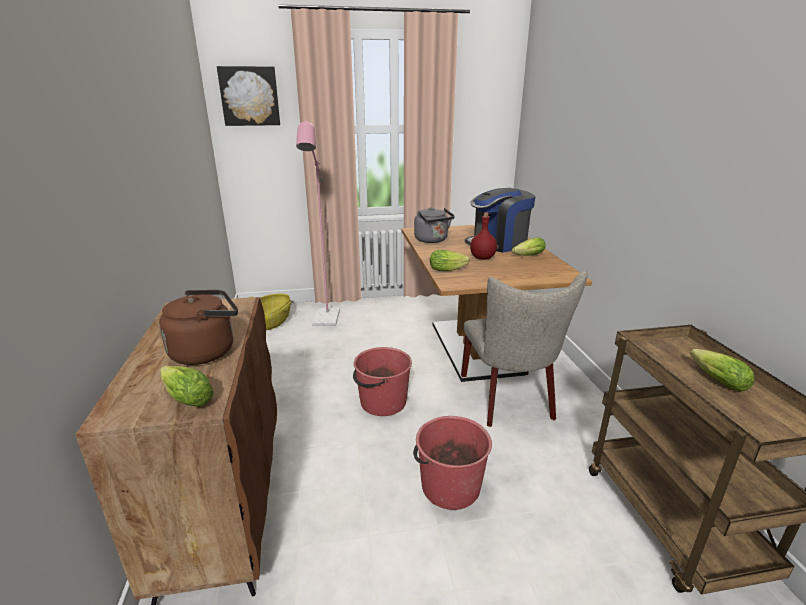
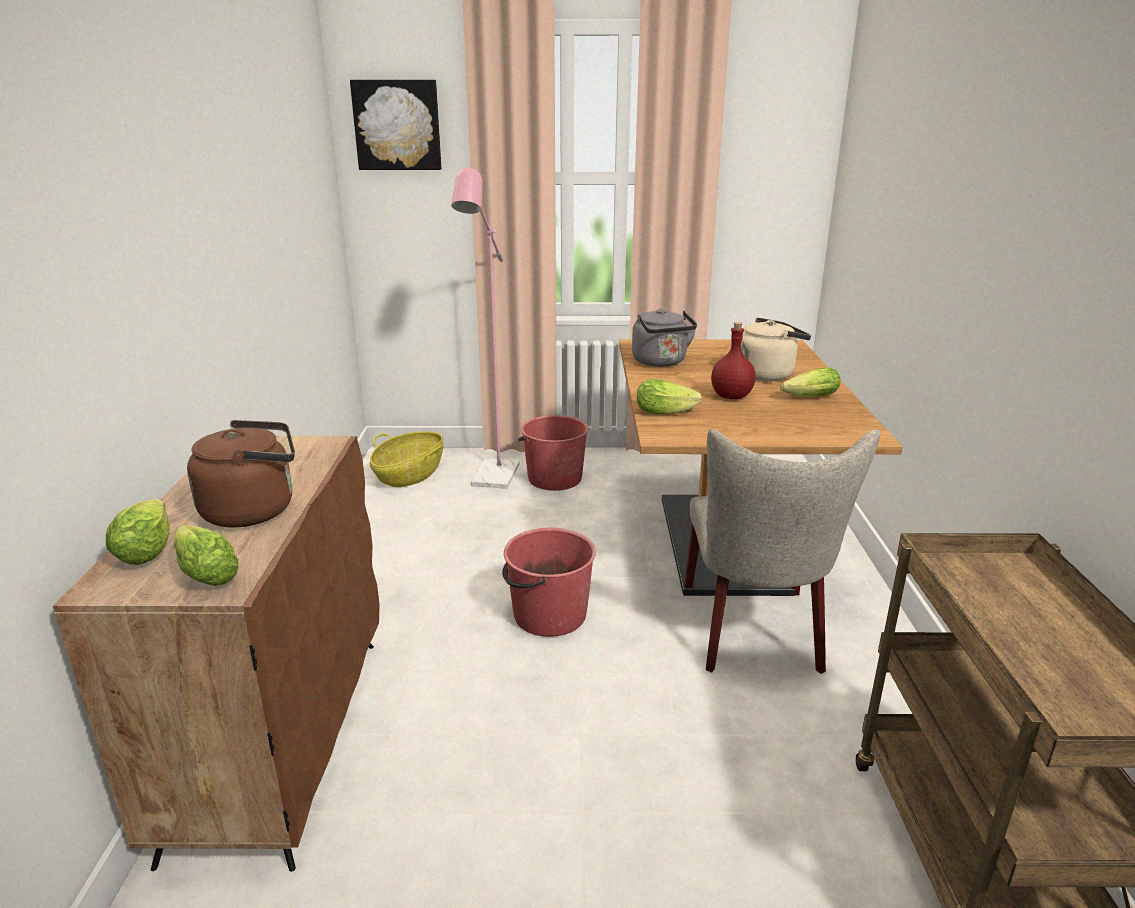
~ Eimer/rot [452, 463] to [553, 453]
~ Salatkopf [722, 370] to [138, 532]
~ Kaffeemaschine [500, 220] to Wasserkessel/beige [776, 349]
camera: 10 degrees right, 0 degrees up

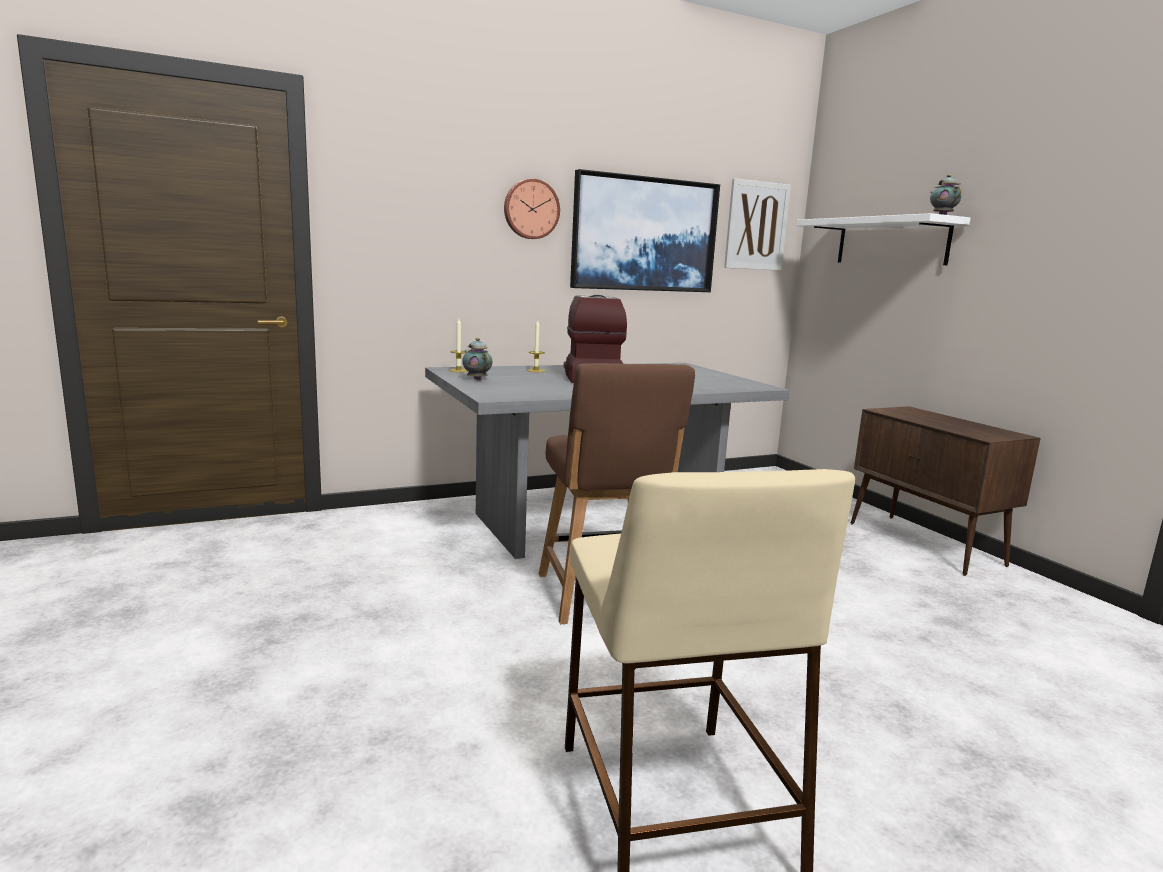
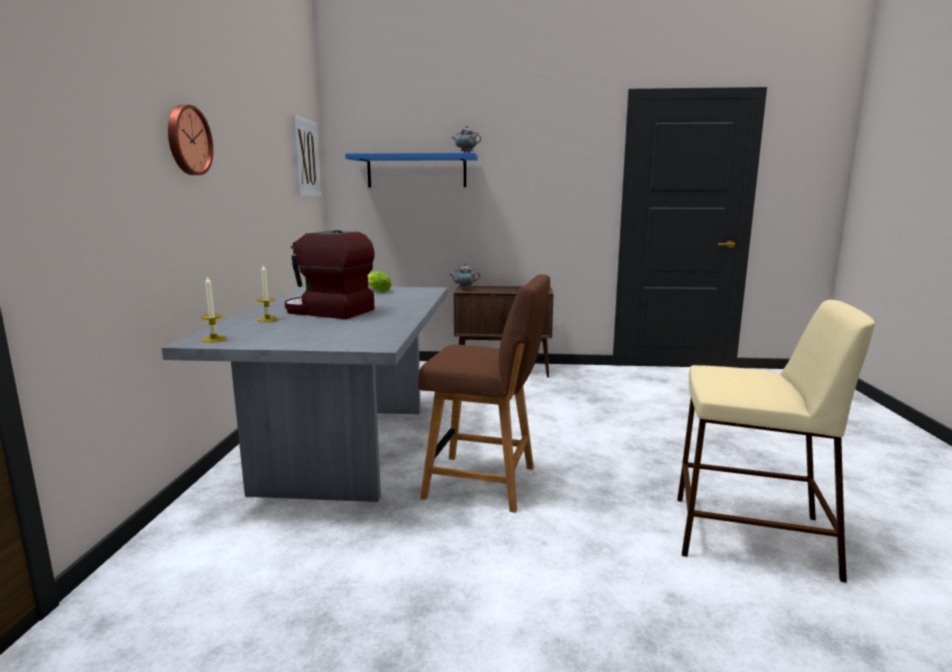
- Bild [645, 230]
+ Salatkopf [380, 282]
~ Teekanne [477, 359] to [464, 277]
~ Wandregal/weiß [884, 239] to Wandregal/blau [411, 170]
camera: 60 degrees left, 0 degrees up

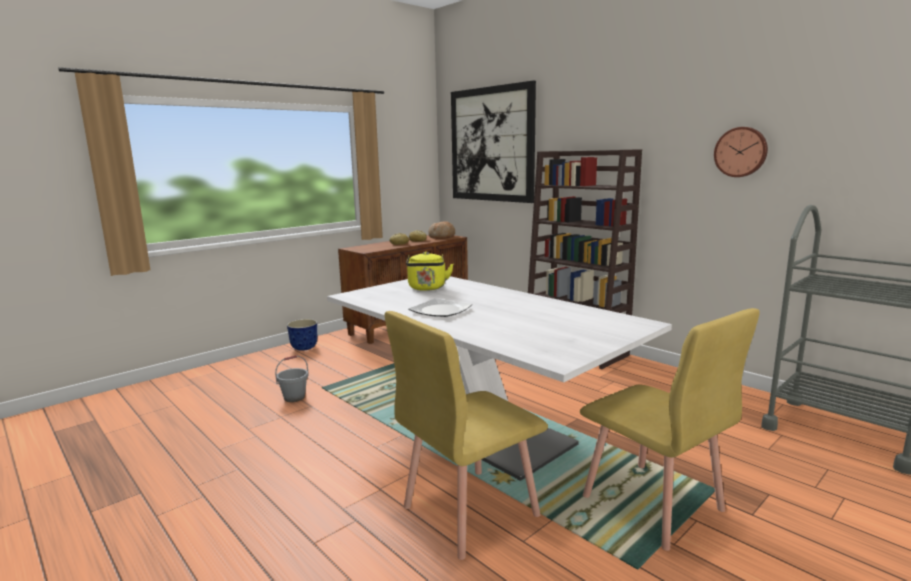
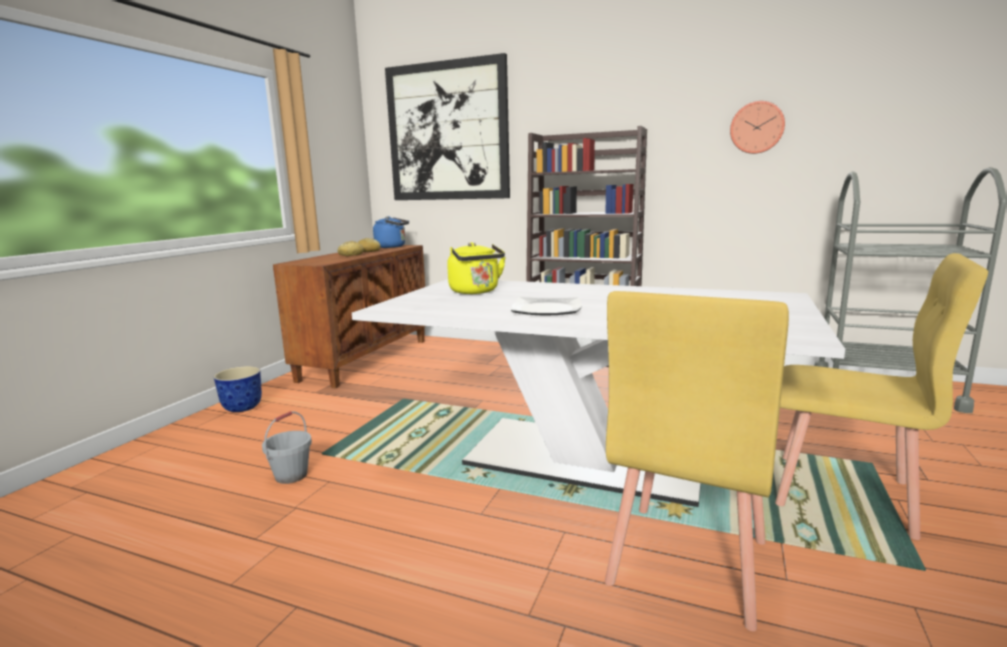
~ Brot [441, 230] to Wasserkessel/blau [391, 232]
camera: 25 degrees left, 0 degrees up

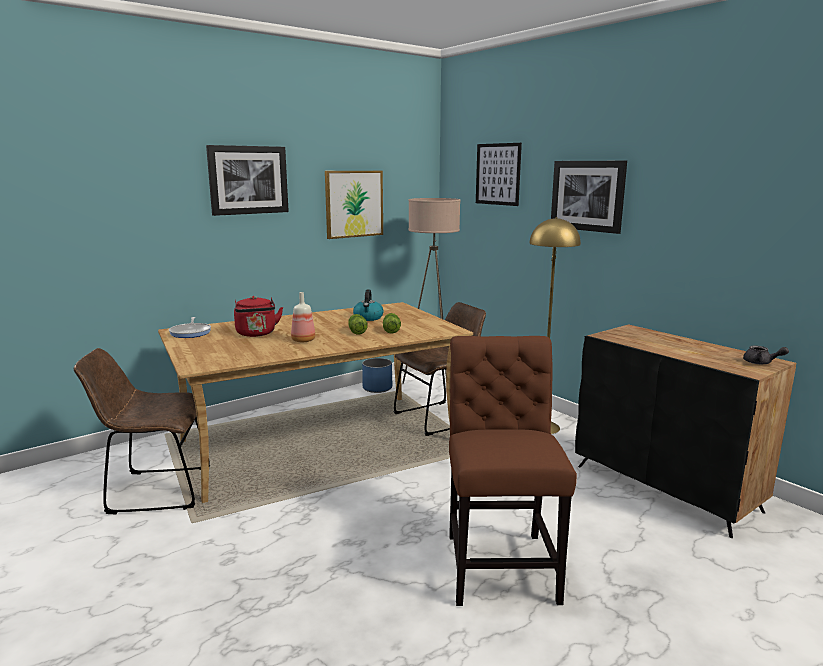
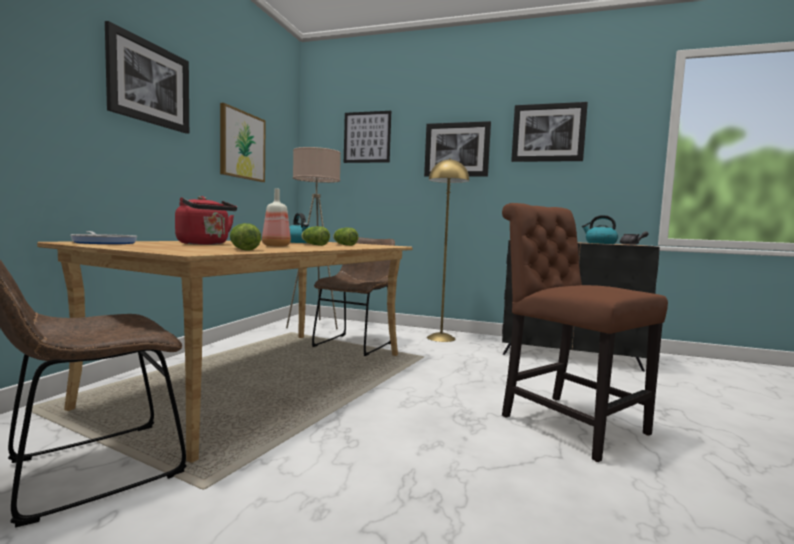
- Pflanzkübel/blau [377, 375]
+ Salatkopf [245, 236]
+ Bild [549, 132]
+ Wasserkessel [600, 229]
camera: 35 degrees left, 10 degrees down

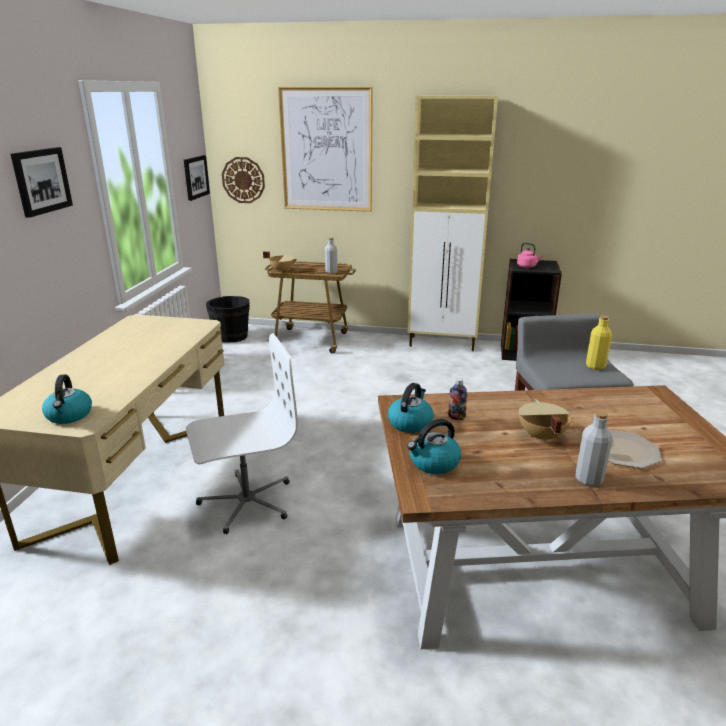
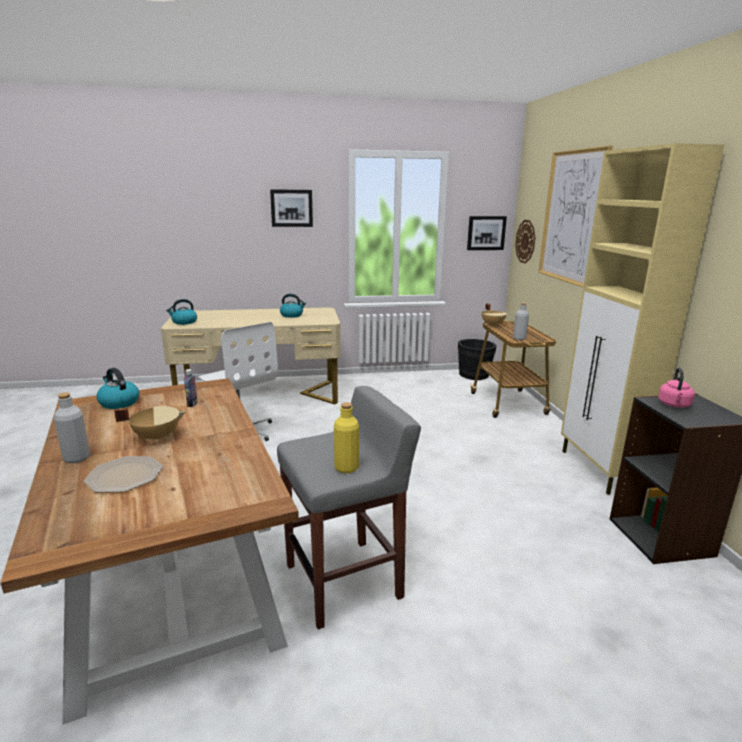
~ Wasserkessel [411, 408] to [293, 306]
camera: 70 degrees right, 5 degrees down

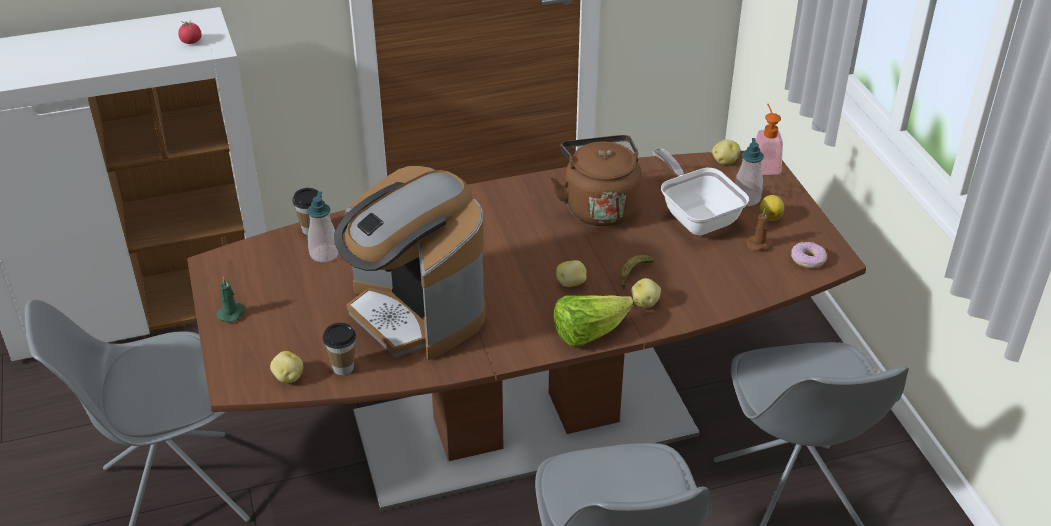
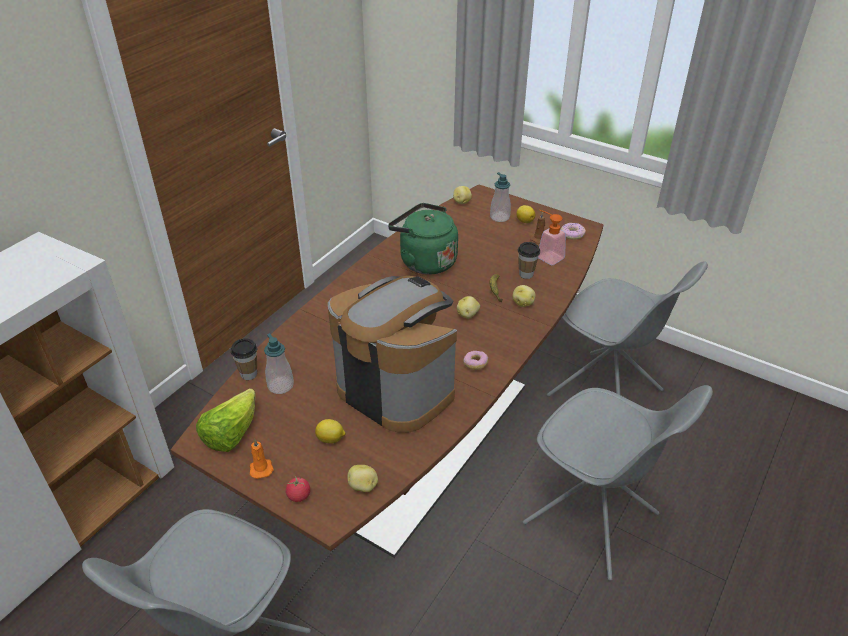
- Pfanne [701, 192]
+ Zitrone [330, 431]
+ Donut [475, 360]
~ Tomate [190, 32] to [298, 489]
~ Tasse [339, 349] to [529, 260]
~ Salatkopf [593, 321] to [225, 420]
~ Seifenspender [769, 139] to [552, 237]
~ Kerze/grün [230, 299] to Kerze/orange [262, 459]
~ Wasserkessel/braun [596, 180] to Wasserkessel/grün [423, 239]
~ Kaffeemaschine [409, 263] = [392, 354] 150 degrees counterclockwise
camera: 40 degrees left, 0 degrees up

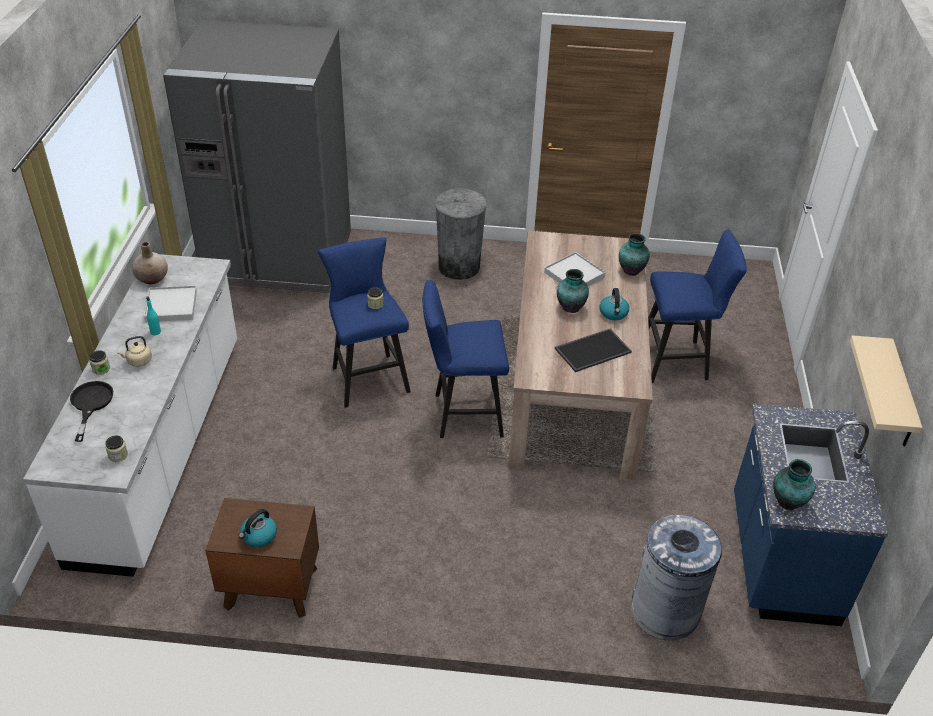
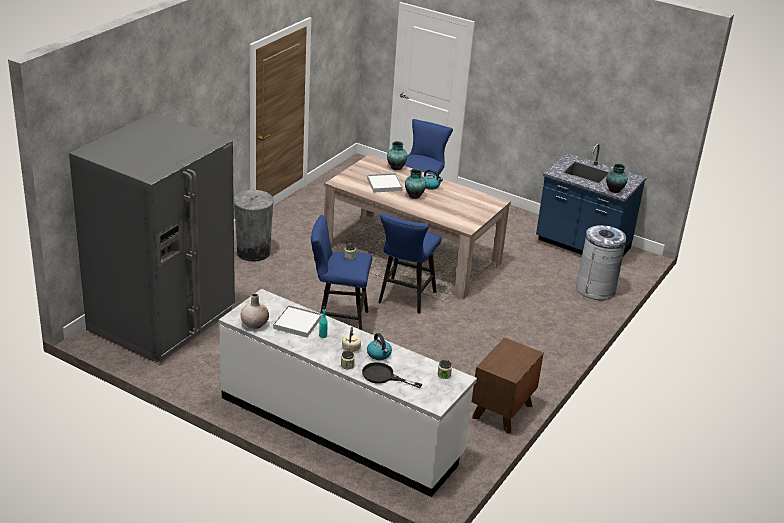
- Tablett [593, 350]
- Wandregal/beige [886, 391]
~ Wasserkessel [258, 528] to [379, 346]
camera: 65 degrees left, 10 degrees down

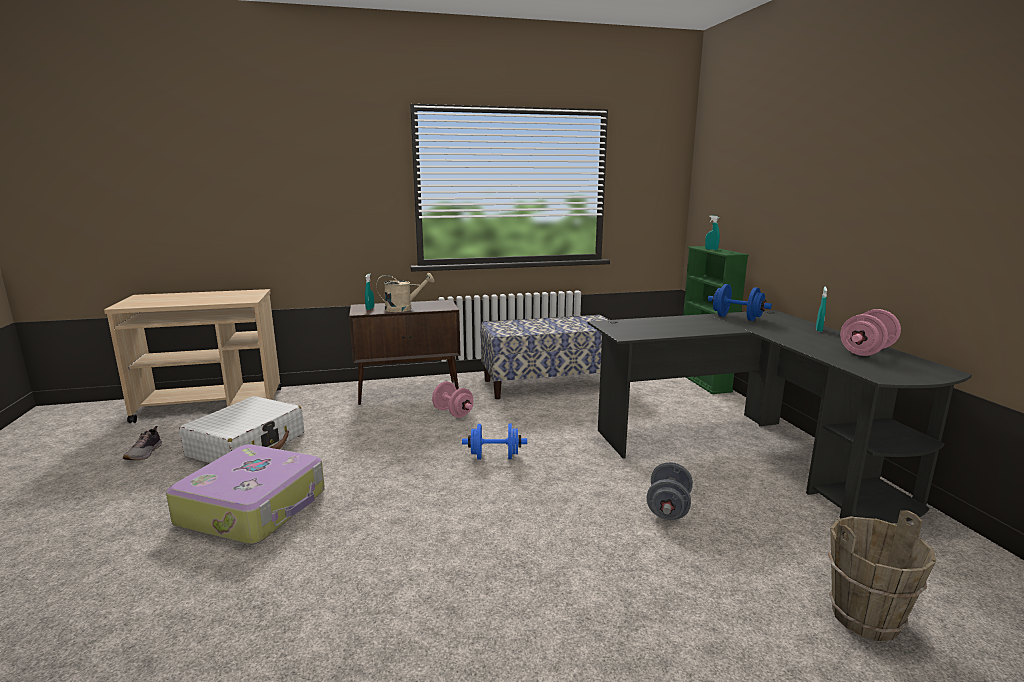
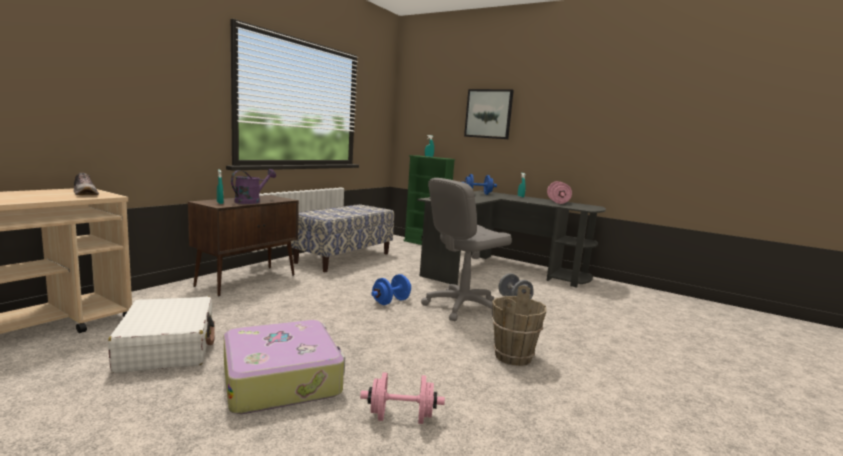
+ Bürostuhl/grau [466, 249]
+ Bild [489, 114]
~ Schuh [142, 443] to [86, 184]
~ Hantel/rosa [453, 400] to [402, 398]
~ Eimer/braun [882, 575] to [519, 325]
~ Gießkanne/beige [405, 292] to Gießkanne/lila [253, 186]
camera: 45 degrees left, 5 degrees down

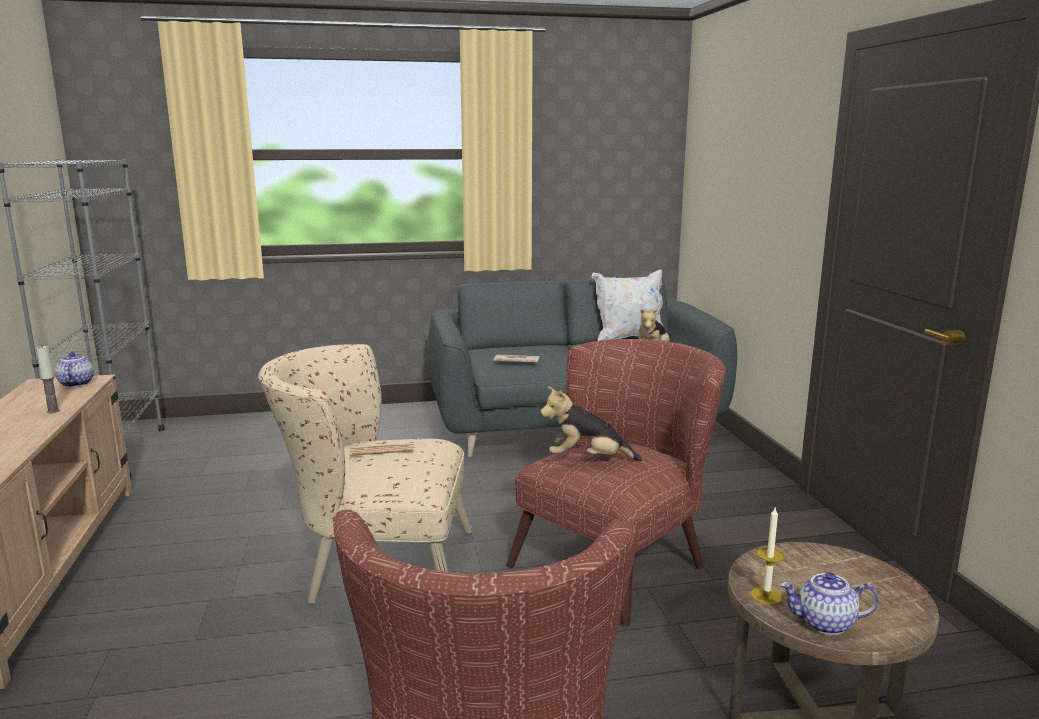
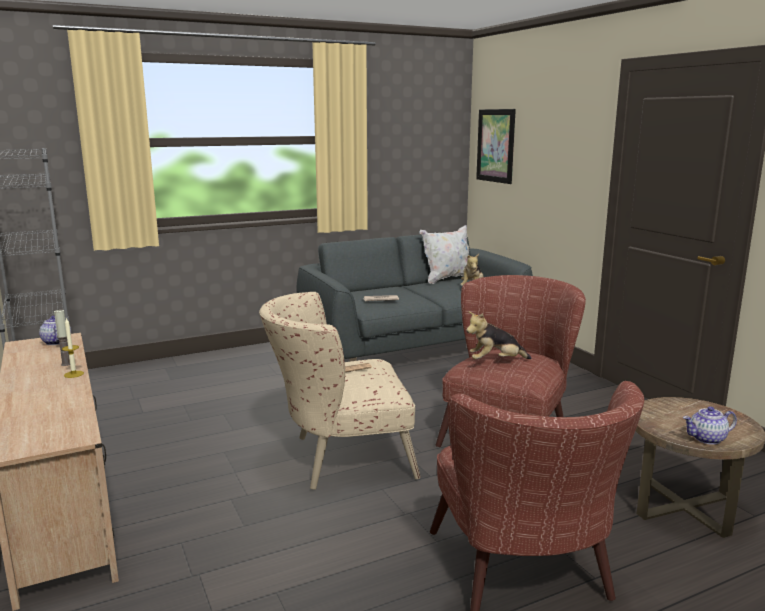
+ Bild [496, 146]
~ Kerze [767, 555] to [73, 347]
camera: 15 degrees left, 0 degrees up

